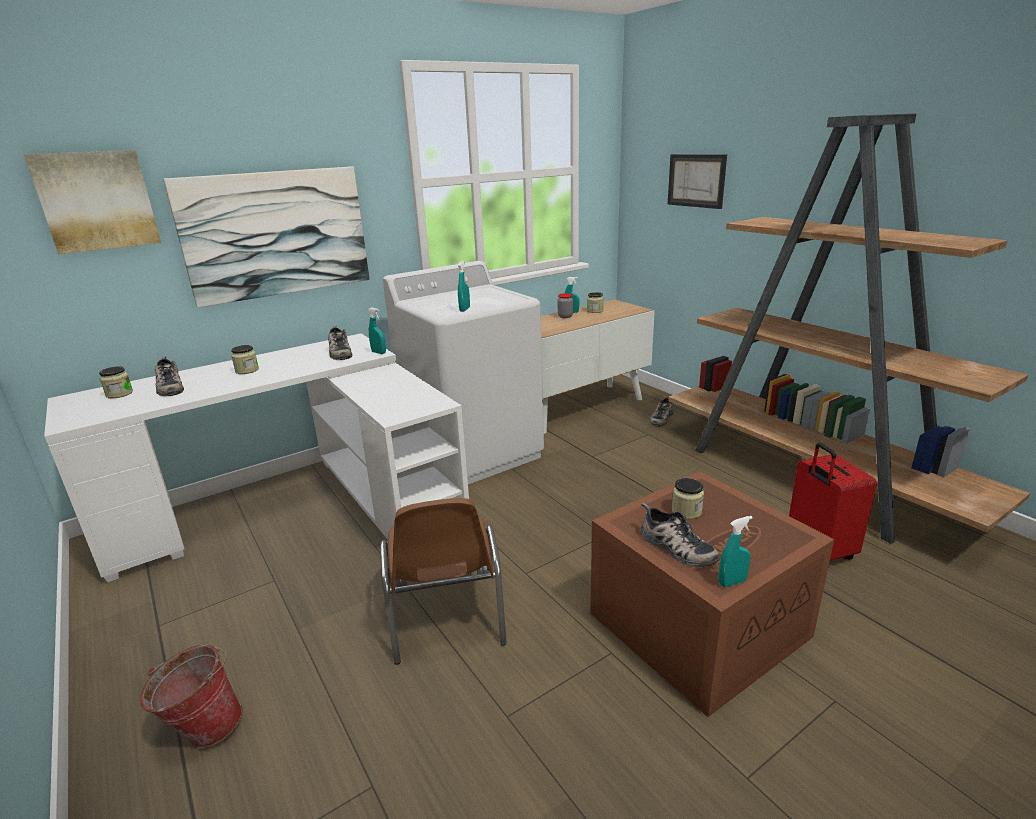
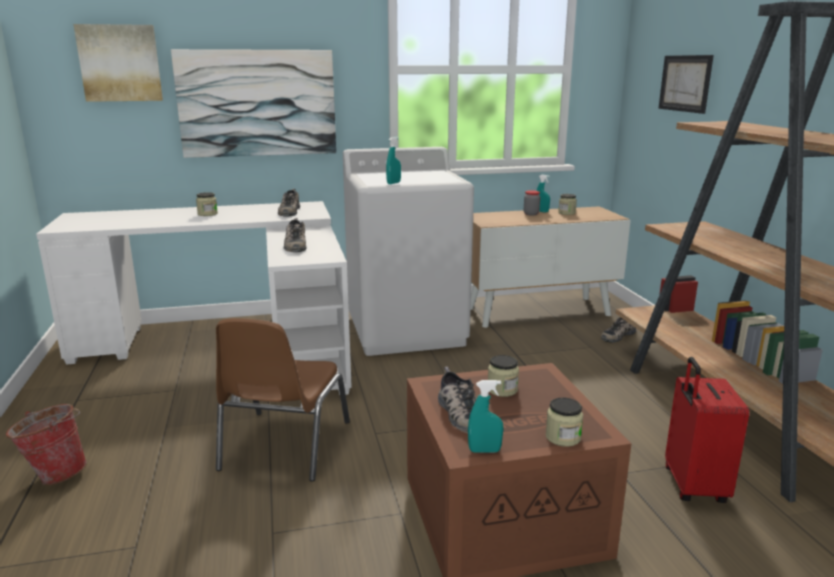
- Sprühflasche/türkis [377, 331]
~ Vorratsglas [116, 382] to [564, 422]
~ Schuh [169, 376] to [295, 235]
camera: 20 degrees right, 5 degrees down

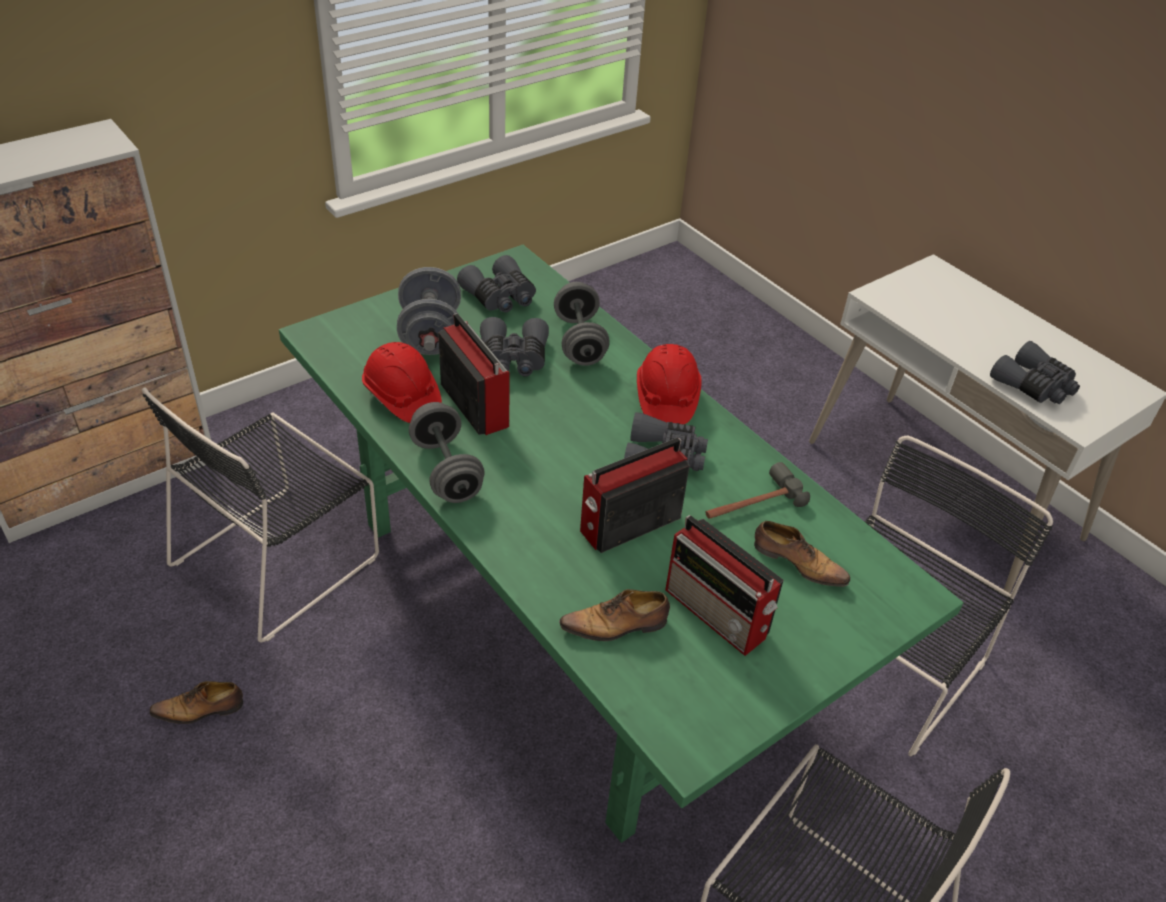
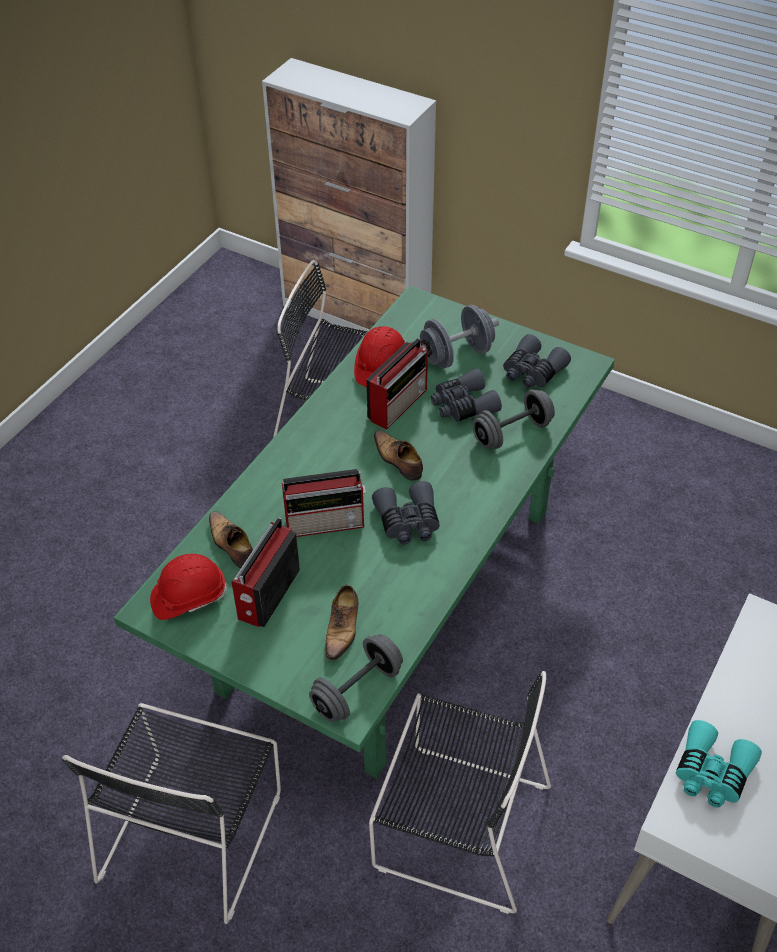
- Hammer [757, 490]
~ Schuh [196, 702] to [398, 455]
~ Hantel/grau [447, 452] to [356, 678]
~ Schutzhelm/rot [669, 384] to [188, 587]
~ Fernglas/grau [1035, 372] to Fernglas/türkis [719, 764]
~ Radio [635, 495] = [324, 503] 135 degrees clockwise
camera: 70 degrees right, 5 degrees up

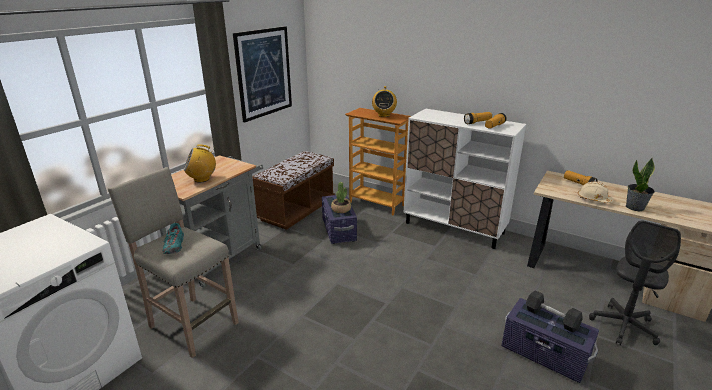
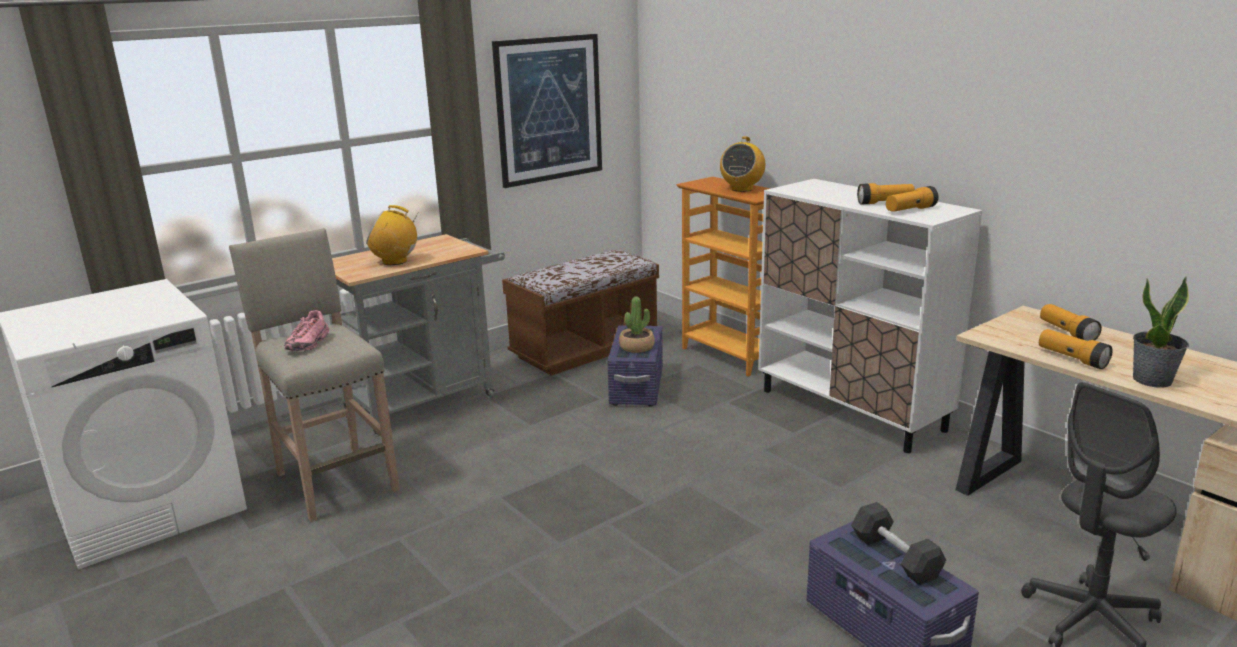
~ Schutzhelm/beige [595, 192] to Taschenlampe [1076, 349]
~ Schuh/türkis [173, 238] to Schuh/rosa [306, 330]
camera: 20 degrees right, 5 degrees down

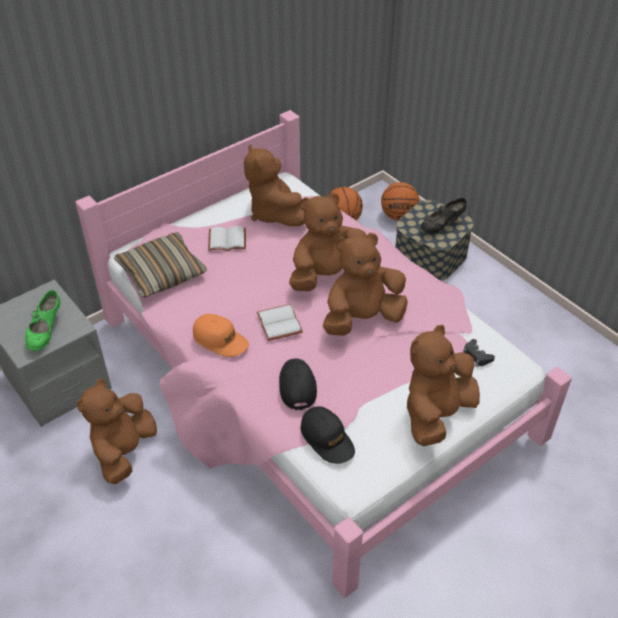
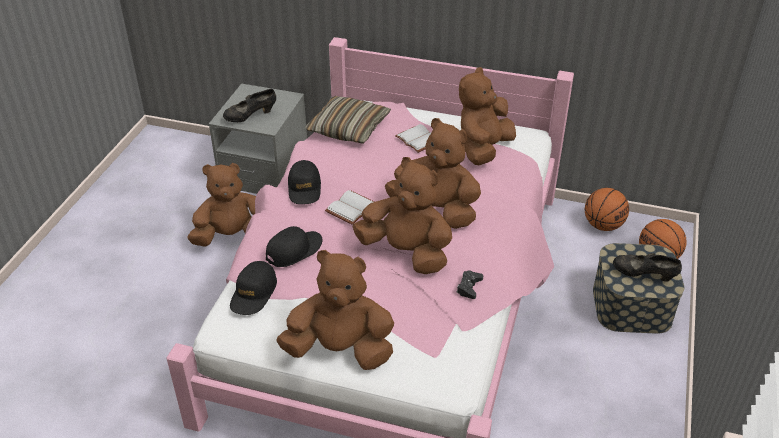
~ Gamepad/schwarz [479, 353] to [470, 285]
~ Schuh/grün [42, 320] to Schuh/schwarz [249, 105]
~ Kappe/orange [221, 335] to Kappe/schwarz [304, 182]
camera: 55 degrees right, 5 degrees down

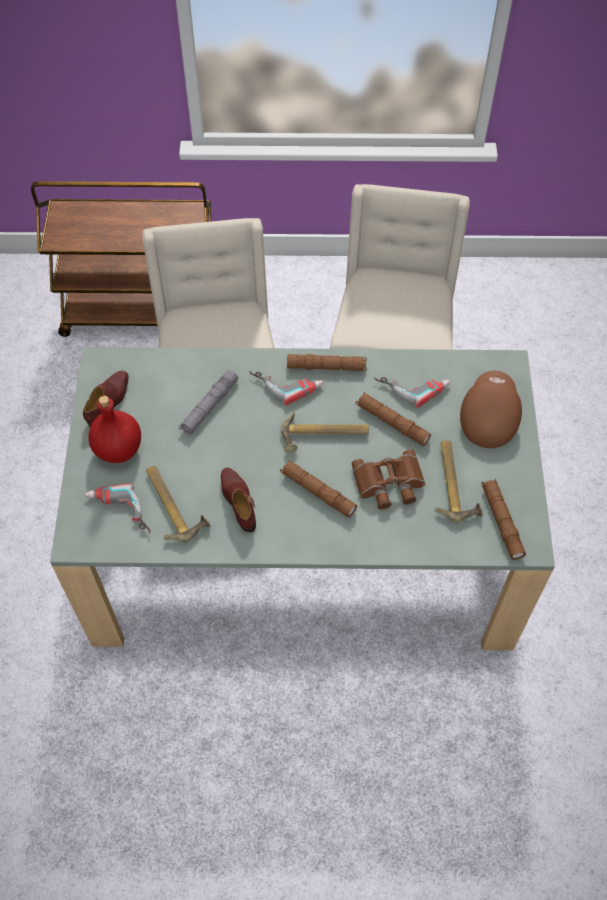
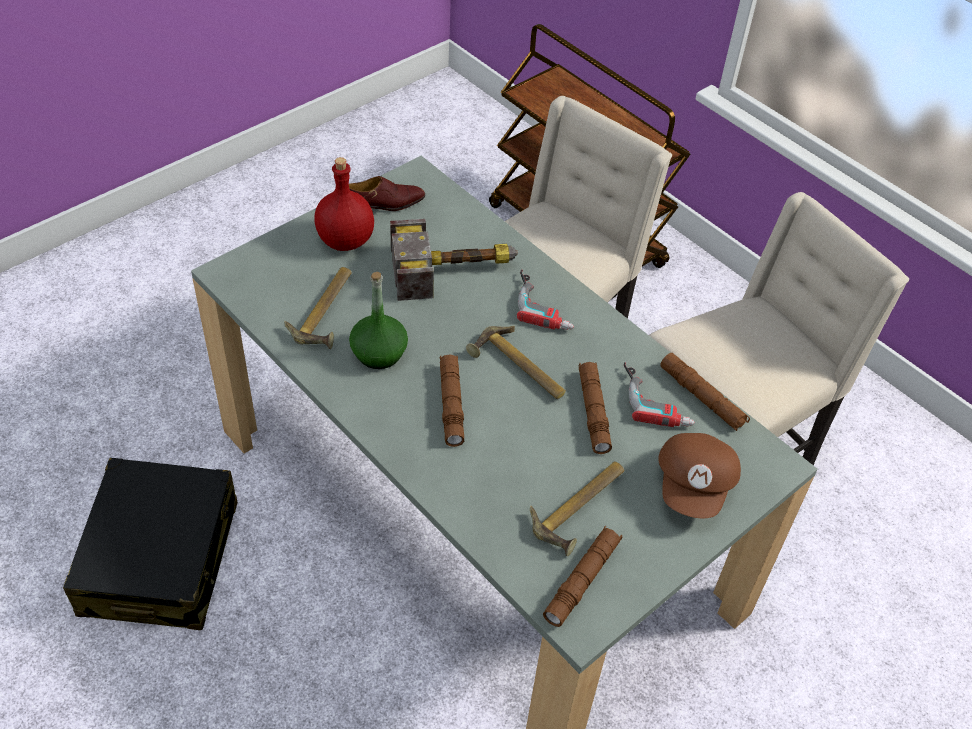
- Bohrmaschine [117, 508]
- Fernglas/braun [388, 479]
+ Koffer/schwarz [150, 544]
~ Taschenlampe/braun [327, 362] to [705, 392]
~ Taschenlampe/grau [208, 402] to Hammer [454, 260]
~ Schuh/braun [238, 500] to Flasche/grün [378, 320]
~ Kappe/braun [491, 409] = [699, 475] 135 degrees clockwise
camera: 45 degrees right, 10 degrees down

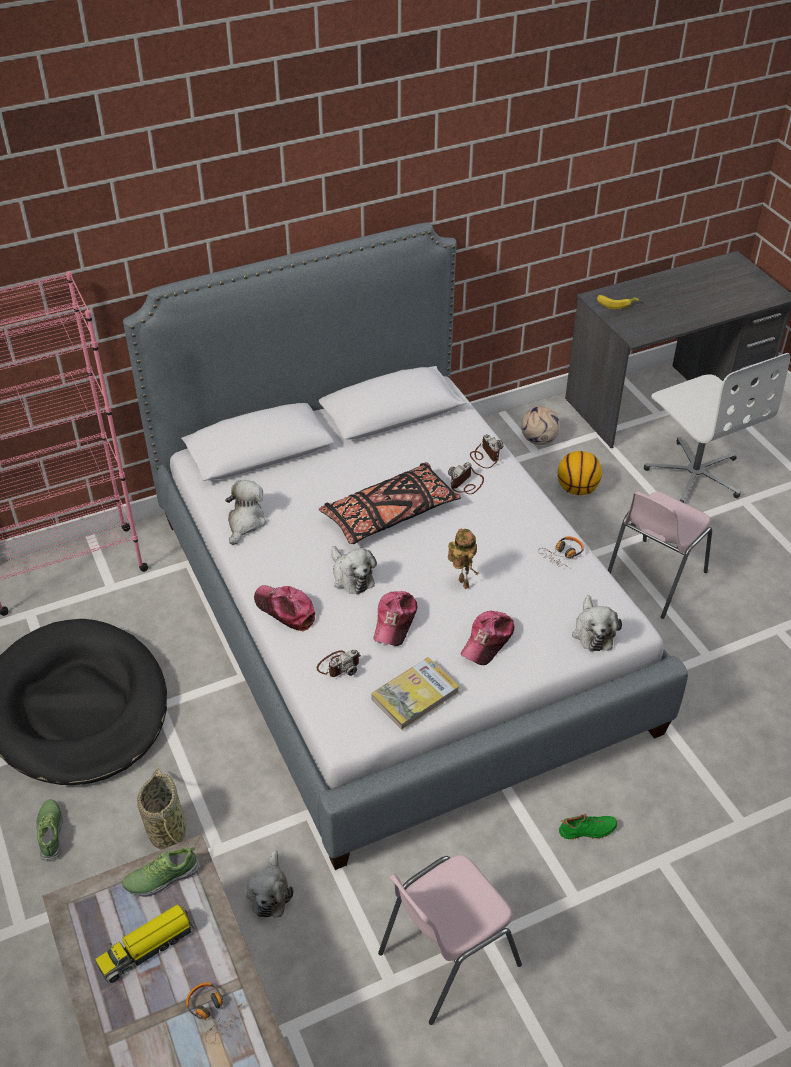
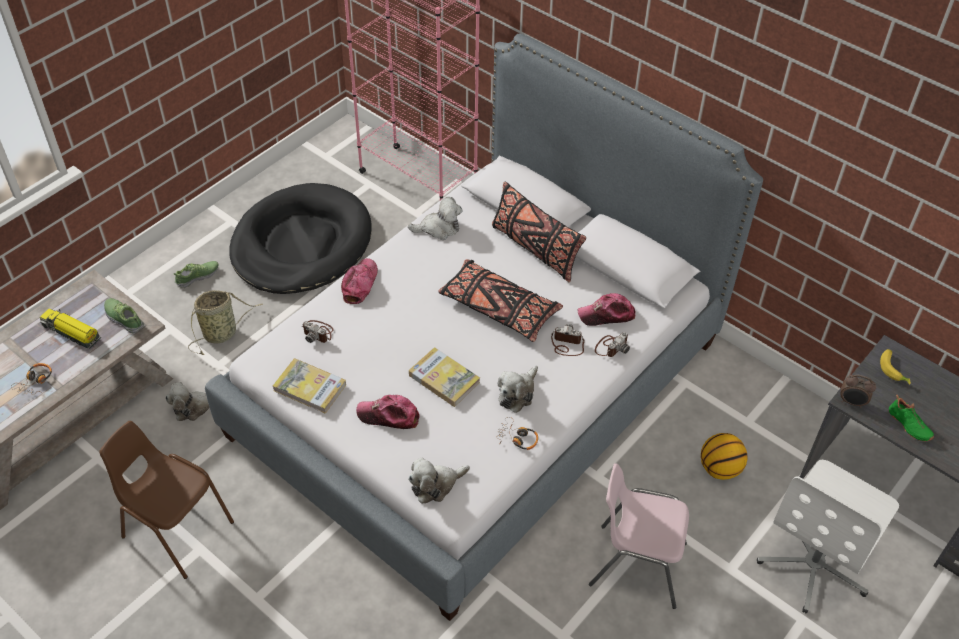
- Fußball [540, 425]
+ Kissen/schwarz [539, 232]
+ Wecker [858, 391]
~ Plüschtier [354, 570] to [517, 389]
~ Kappe [395, 618] to [606, 309]
~ Schuh/grün [588, 827] to [911, 418]
~ Spielzeugroboter [463, 559] to Buch [444, 377]
~ Stuhl/rosa [450, 940] to Stuhl/braun [166, 500]
camera: 65 degrees right, 5 degrees up

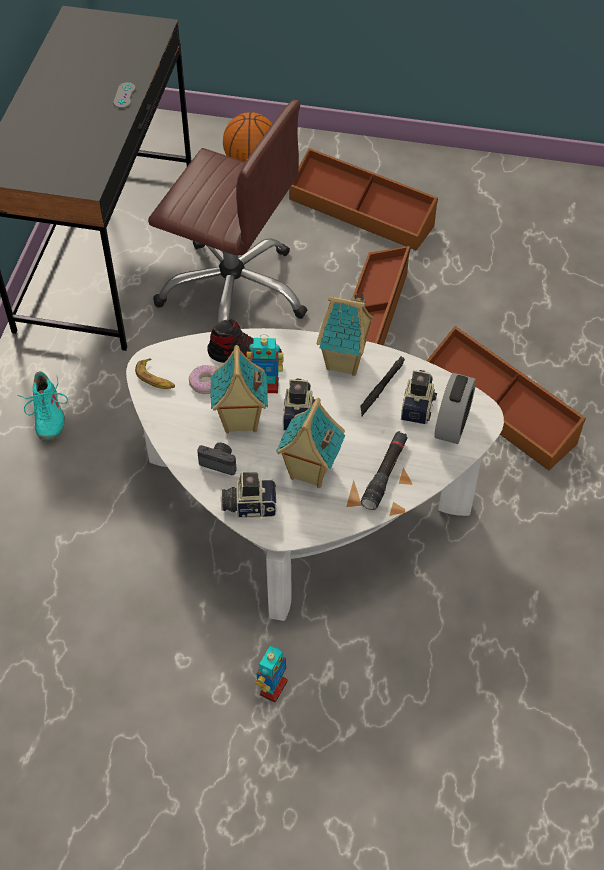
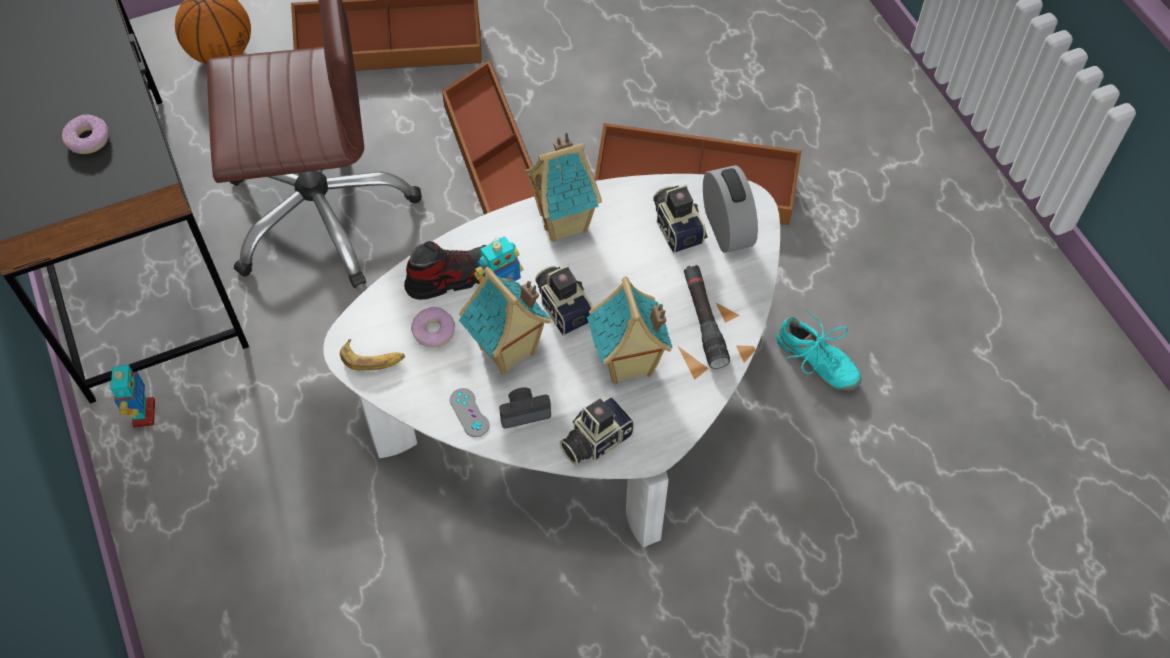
- Taschenlampe/schwarz [382, 386]
+ Donut [85, 134]
~ Schuh/türkis [42, 406] to [818, 350]
~ Gamepad/grau [124, 95] to [469, 412]
~ Spielzeugroboter [271, 674] to [133, 396]
camera: 35 degrees left, 5 degrees up

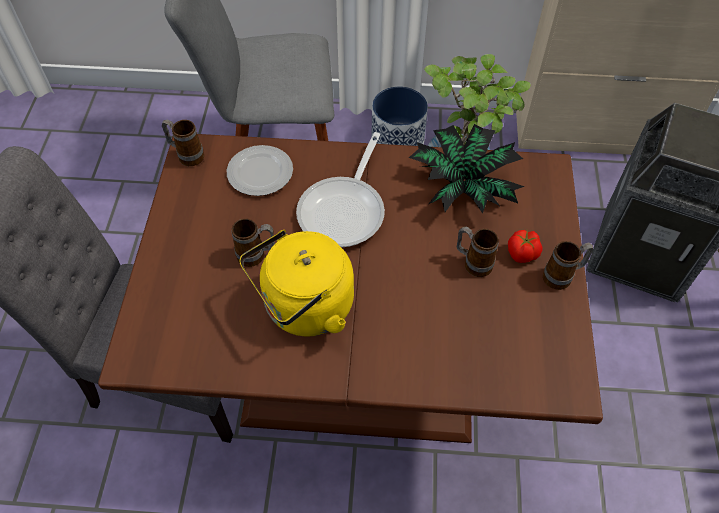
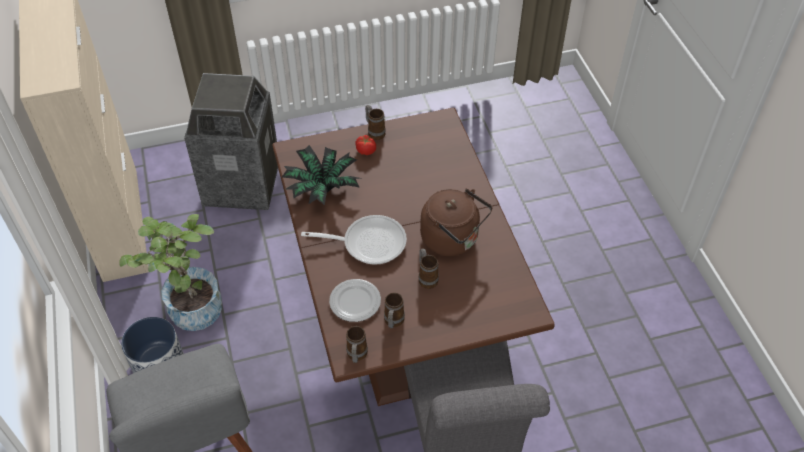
~ Henkelbecher [478, 252] to [394, 310]
~ Wasserkessel/gelb [296, 283] to Wasserkessel/braun [456, 223]
camera: 110 degrees left, 5 degrees down

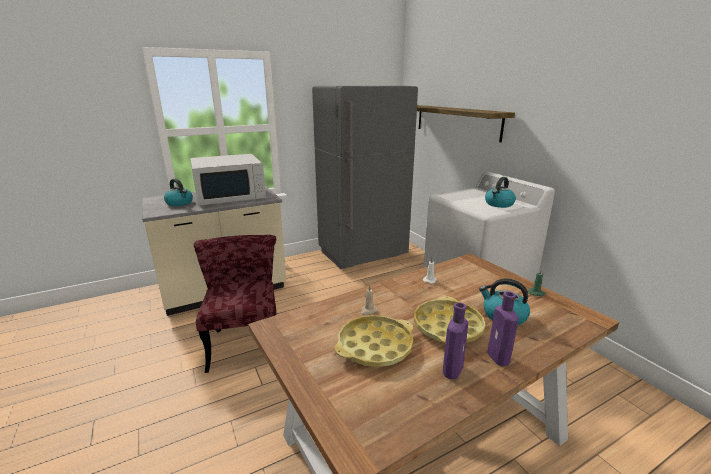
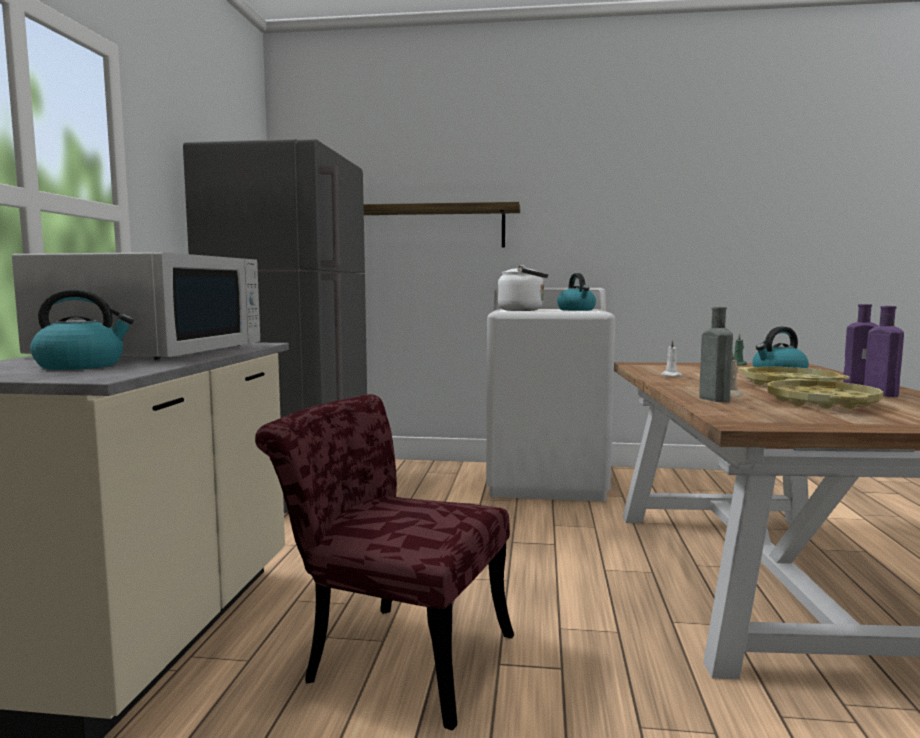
+ Wasserkessel/weiß [523, 288]
+ Flasche/grau [716, 354]
camera: 55 degrees left, 15 degrees down

